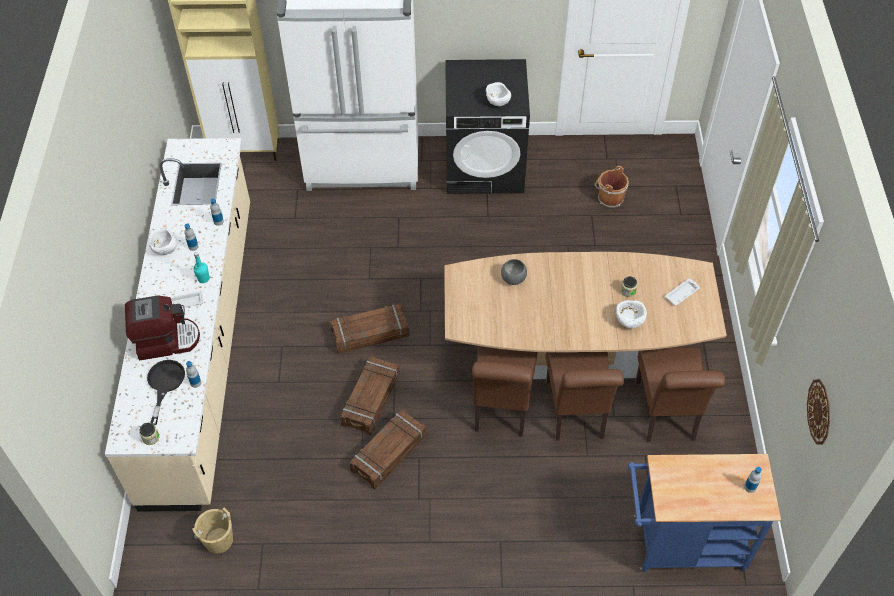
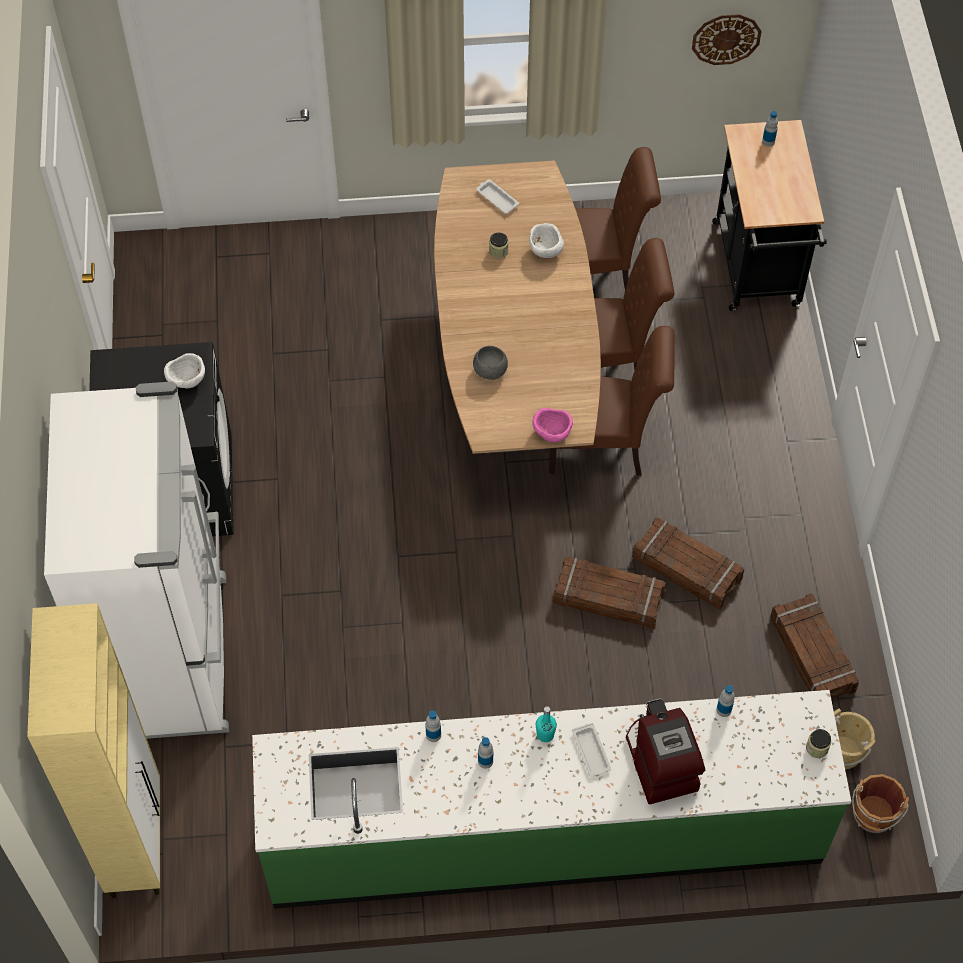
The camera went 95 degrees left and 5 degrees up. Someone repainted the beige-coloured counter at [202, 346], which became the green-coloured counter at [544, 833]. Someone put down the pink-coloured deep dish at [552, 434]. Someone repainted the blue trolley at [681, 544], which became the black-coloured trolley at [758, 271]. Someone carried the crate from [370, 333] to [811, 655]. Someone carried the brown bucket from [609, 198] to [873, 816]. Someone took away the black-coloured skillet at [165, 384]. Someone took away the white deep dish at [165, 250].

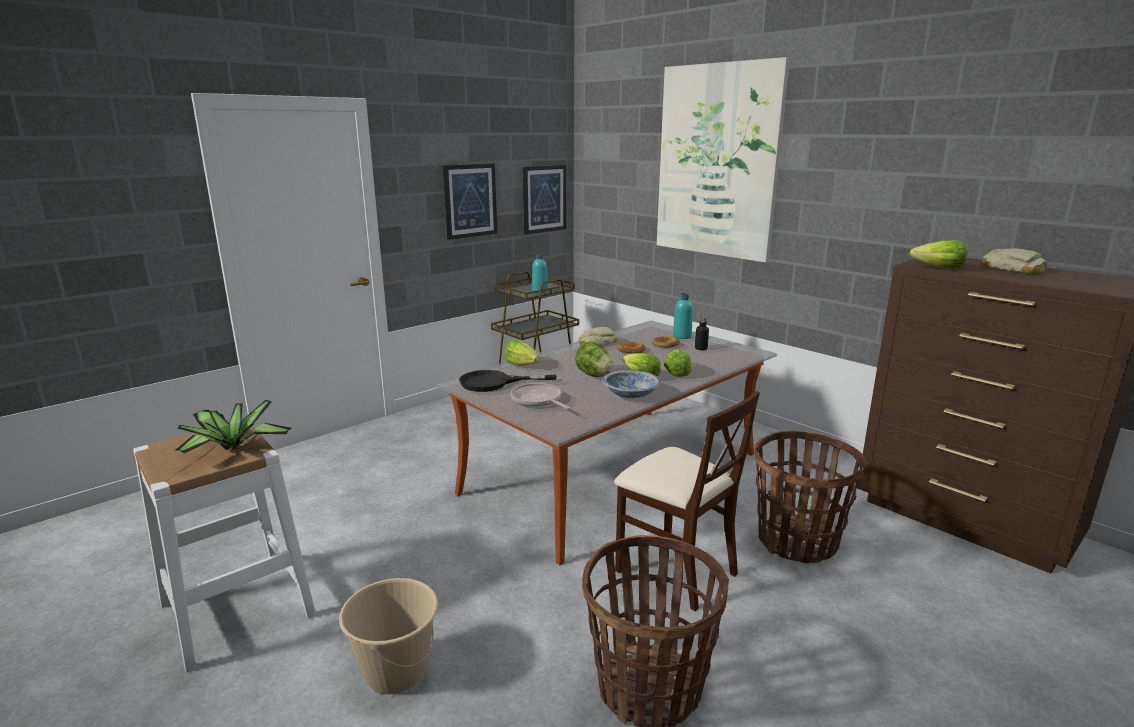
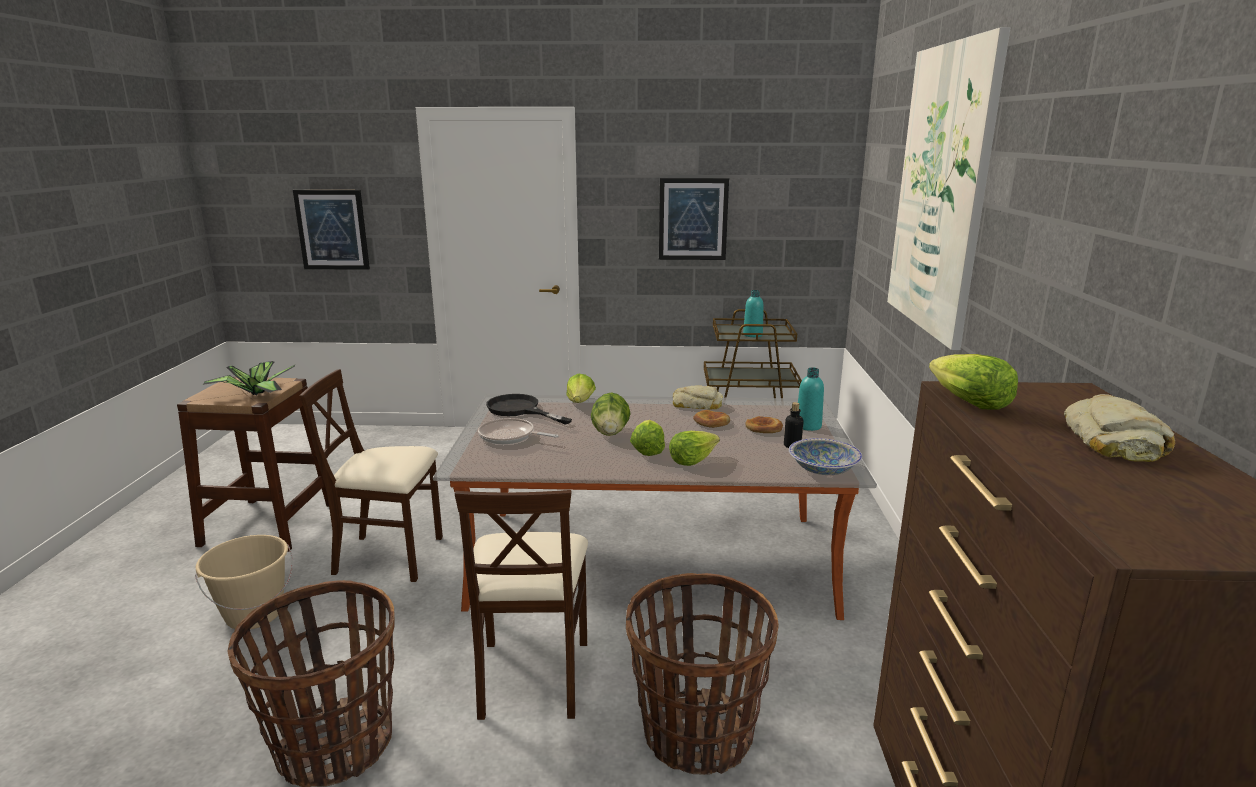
The camera went 45 degrees right and 0 degrees up. Someone repainted the white stool at [237, 609], which became the brown stool at [268, 524]. Someone carried the wall picture from [544, 199] to [332, 229]. Someone put down the beige-coloured plain chair at [390, 556]. Someone rotated the skillet at [538, 400] by 75 degrees counterclockwise. Someone carried the deep dish from [630, 394] to [823, 469].

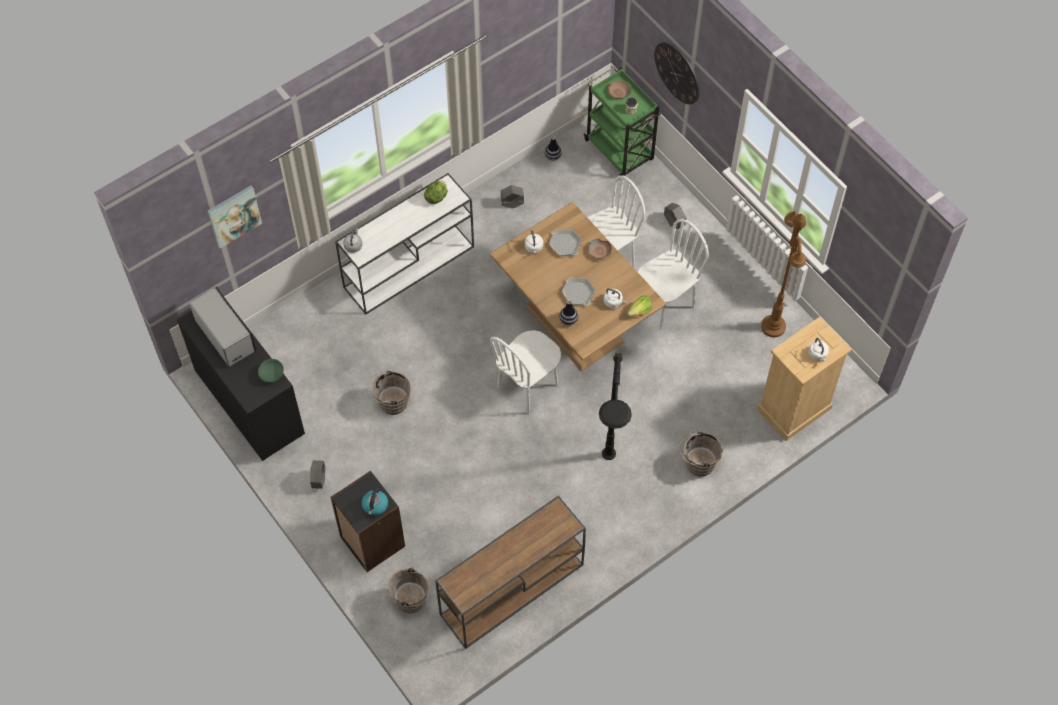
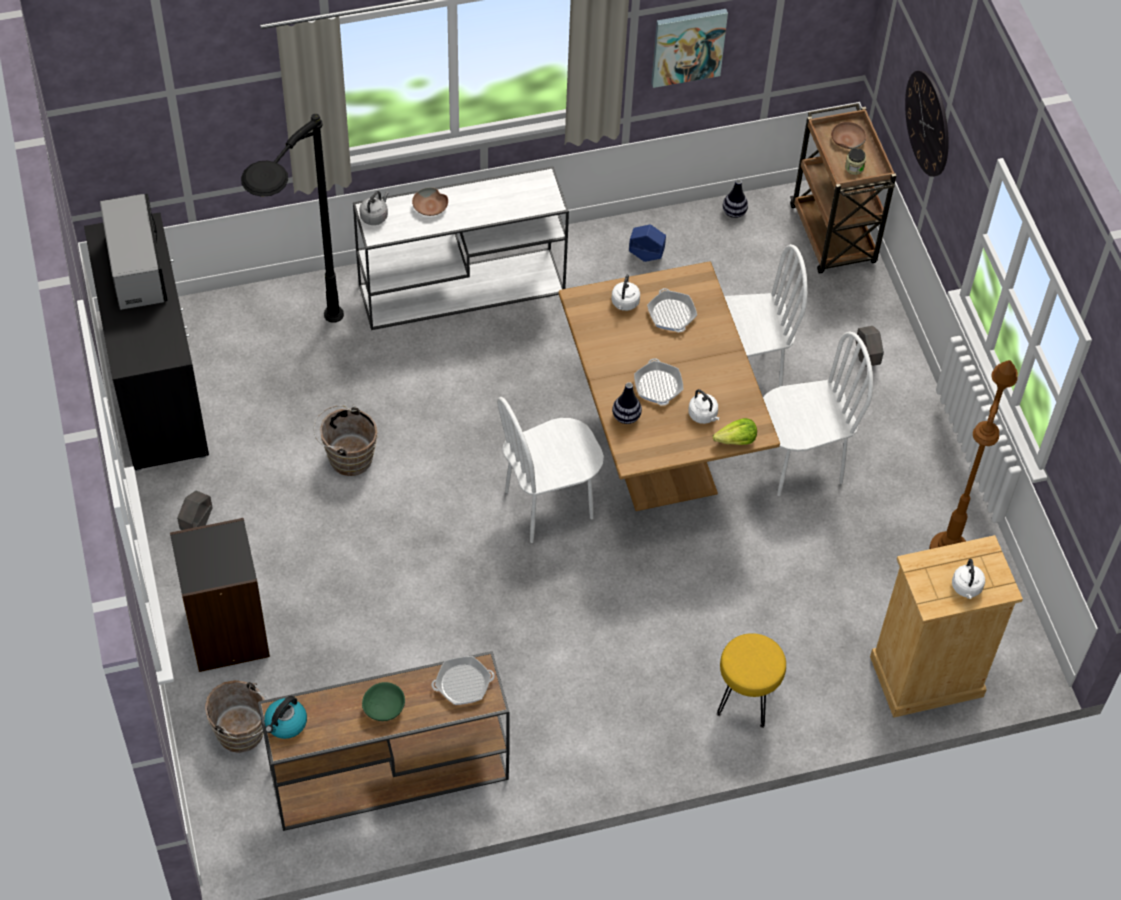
The camera went 20 degrees right and 5 degrees down. Someone carried the black-coloured floor lamp from [606, 494] to [302, 359]. Someone carried the water kettle from [375, 506] to [286, 724]. Someone carried the green-coloured deep dish from [272, 374] to [384, 708]. Someone carried the brown deep dish from [599, 251] to [430, 207]. Someone put down the skillet at [463, 684]. Someone repainted the greyish planter at [512, 204], which became the blue planter at [646, 256]. Someone carried the wall picture from [234, 215] to [688, 46]. Someone swapped the brown bucket at [697, 463] for the yellow stool at [745, 700]. Someone repainted the green-coloured trolley at [620, 151], which became the brown trolley at [833, 237]. Someone took away the lettuce head at [436, 197].

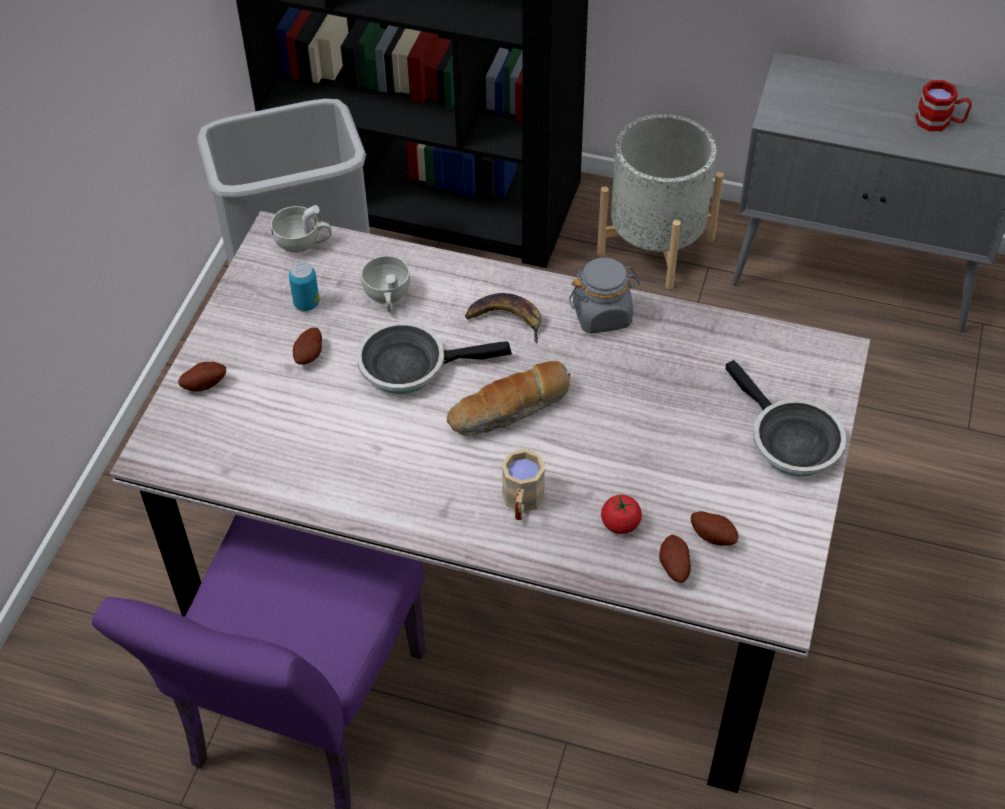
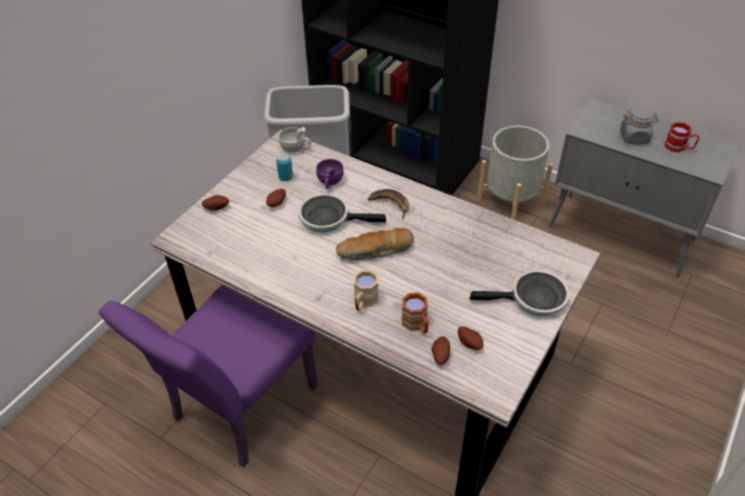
The camera went 15 degrees right and 5 degrees down. Someone repainted the white cup at [387, 298], which became the purple-coloured cup at [329, 182]. Someone swapped the tomato at [620, 523] for the brown coffee mug at [417, 325]. Someone rotated the skillet at [789, 441] by 75 degrees counterclockwise. Someone carried the greyish preserve jar from [602, 315] to [634, 137].

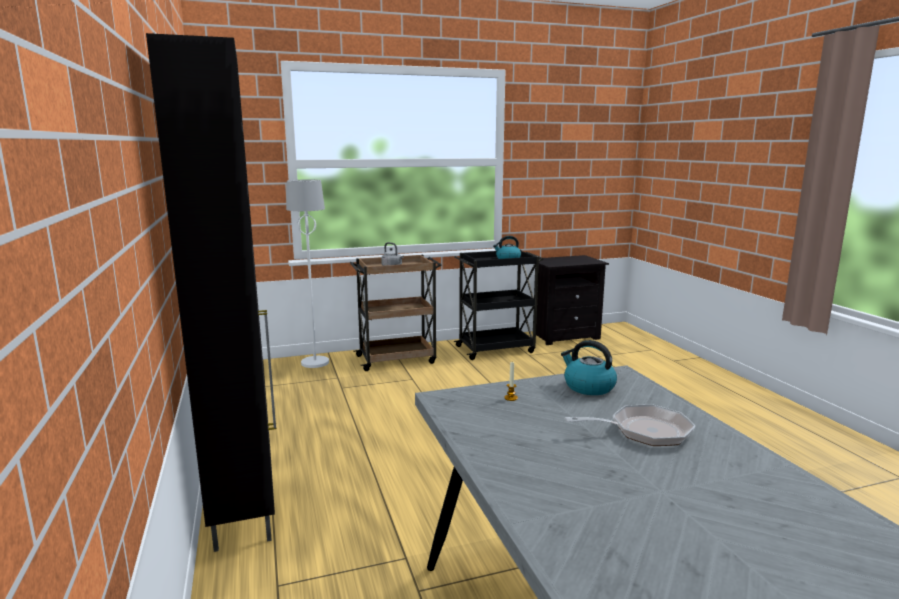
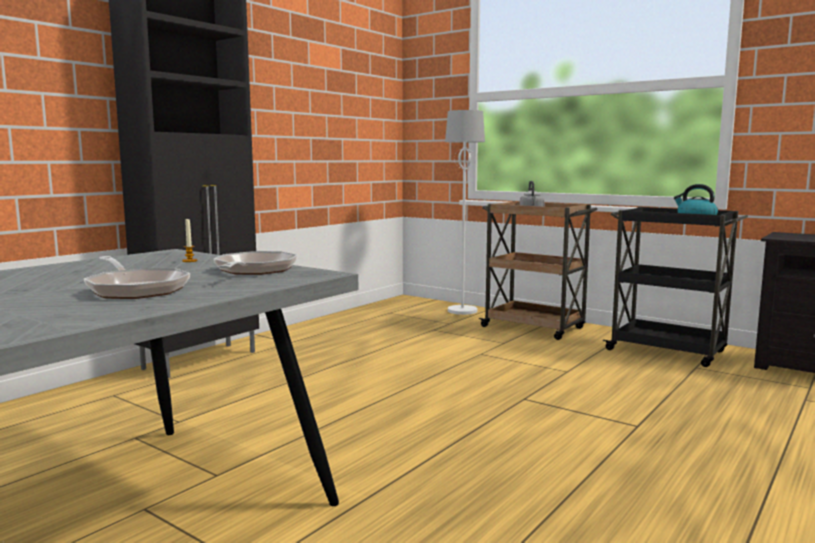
The camera went 55 degrees right and 5 degrees down. Someone swapped the water kettle at [588, 387] for the skillet at [254, 270].

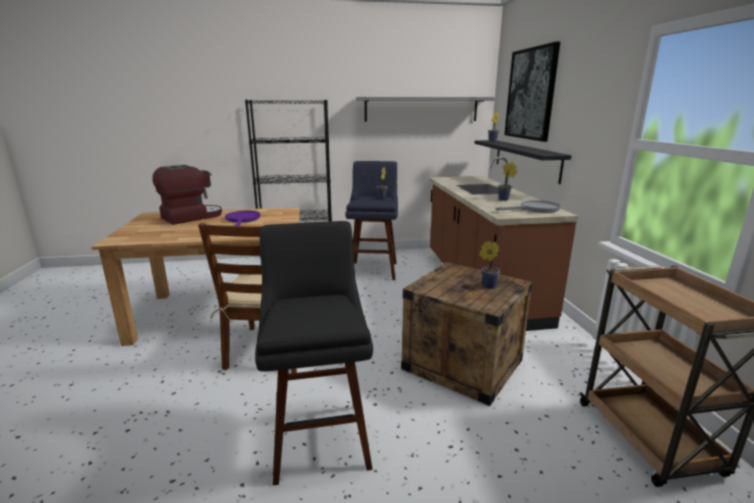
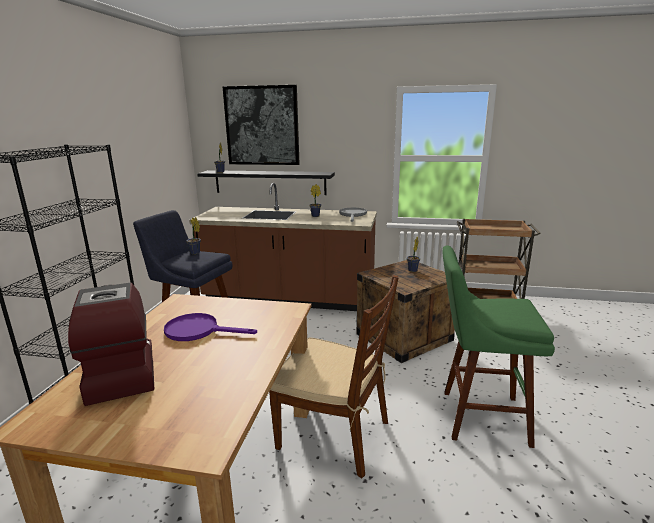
The camera went 70 degrees left and 0 degrees up. Someone repainted the black-coloured stool at [319, 434], which became the green-coloured stool at [478, 417]. Someone took away the greyish bracket shelf at [421, 109].

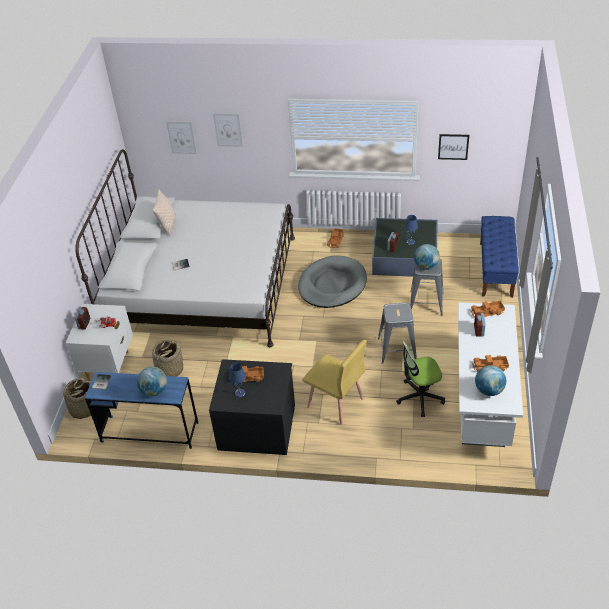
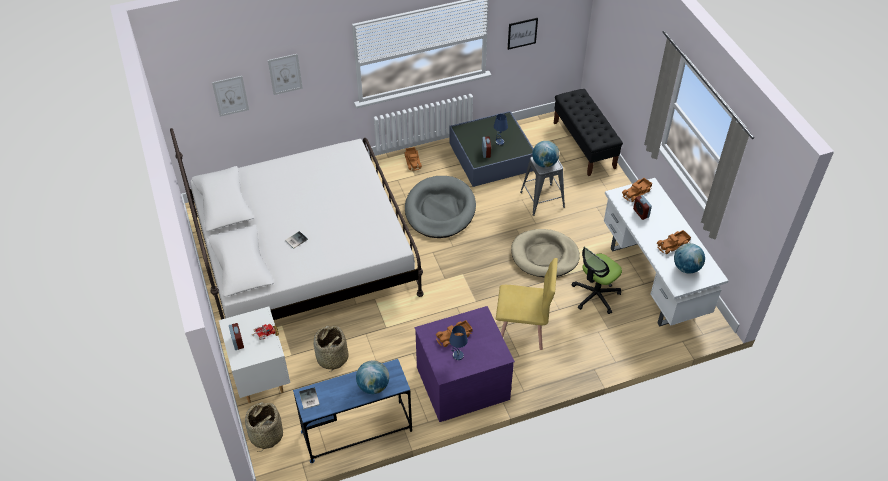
The camera went 30 degrees left and 5 degrees up. Someone repainted the black-coloured dresser at [257, 426], which became the purple-coloured dresser at [462, 382]. Someone swapped the greyish stool at [396, 349] for the beige-coloured dog bed at [544, 255]. Someone repainted the blue indoor bench at [496, 269], which became the black-coloured indoor bench at [584, 145]. Someone took away the beige-coloured pillow at [168, 225].

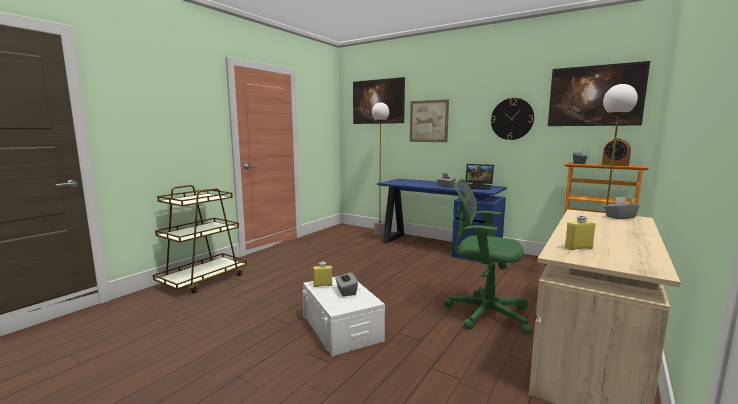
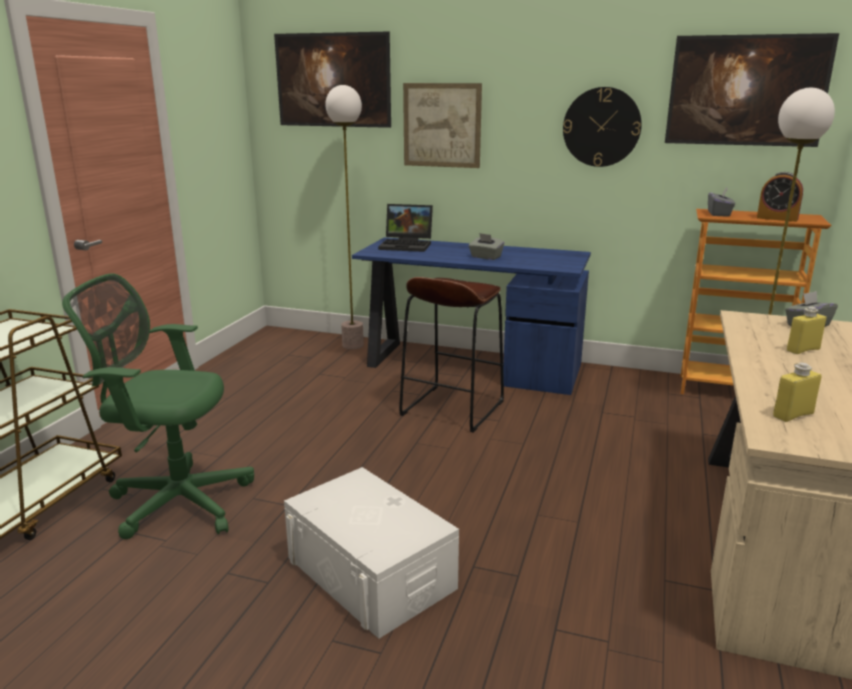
The camera went 15 degrees left and 10 degrees up. Someone carried the green-coloured office chair from [484, 313] to [176, 501]. Someone carried the laptop from [478, 187] to [407, 245]. Someone put down the brown stool at [452, 408]. Someone carried the yellow bottle from [323, 285] to [803, 350]. Someone took away the greyish tissue holder at [346, 291].

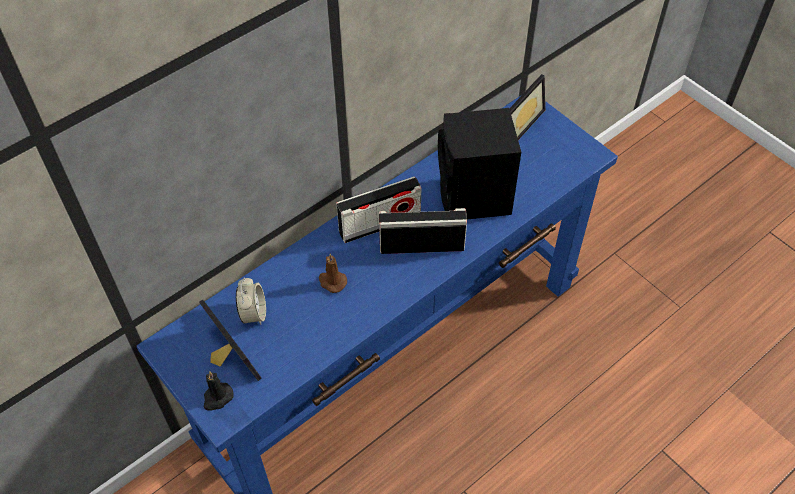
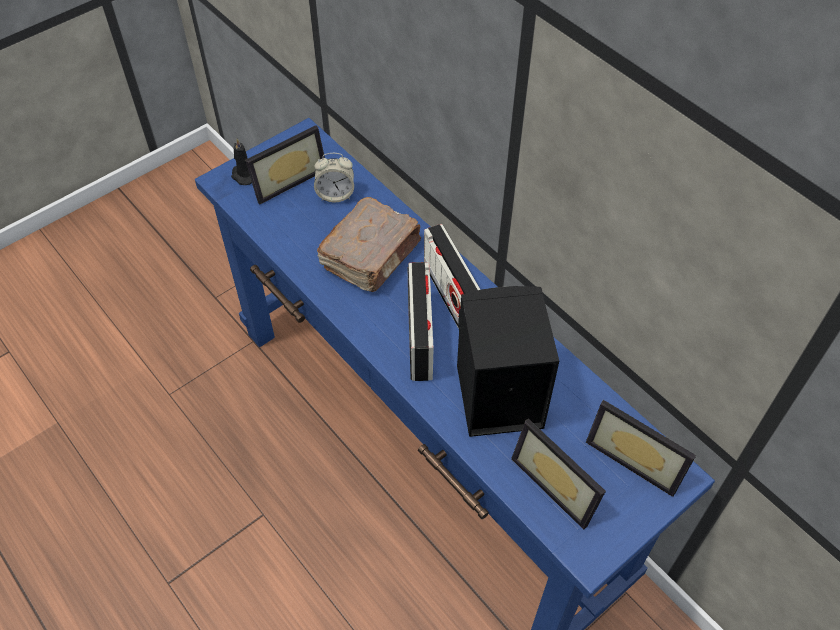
The camera went 90 degrees right and 0 degrees up. Someone swapped the brown candle at [332, 281] for the brown book at [372, 255]. Someone put down the standing frame at [559, 482].

